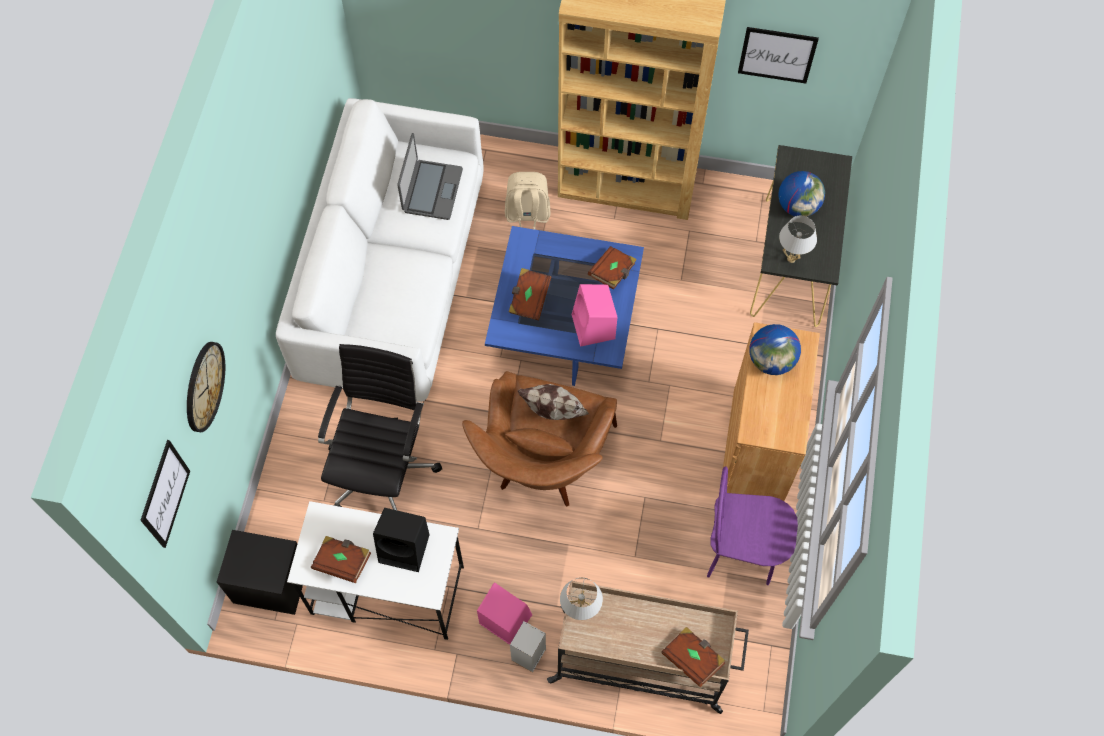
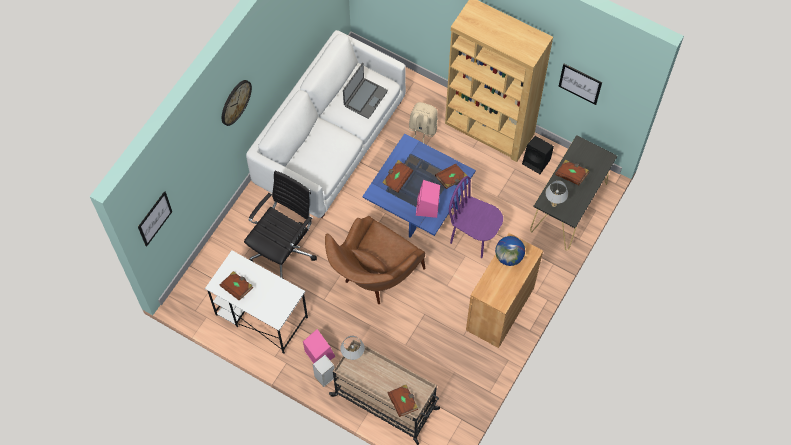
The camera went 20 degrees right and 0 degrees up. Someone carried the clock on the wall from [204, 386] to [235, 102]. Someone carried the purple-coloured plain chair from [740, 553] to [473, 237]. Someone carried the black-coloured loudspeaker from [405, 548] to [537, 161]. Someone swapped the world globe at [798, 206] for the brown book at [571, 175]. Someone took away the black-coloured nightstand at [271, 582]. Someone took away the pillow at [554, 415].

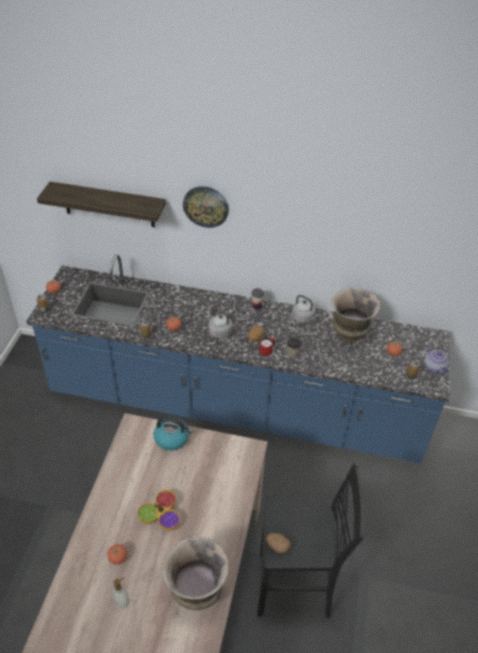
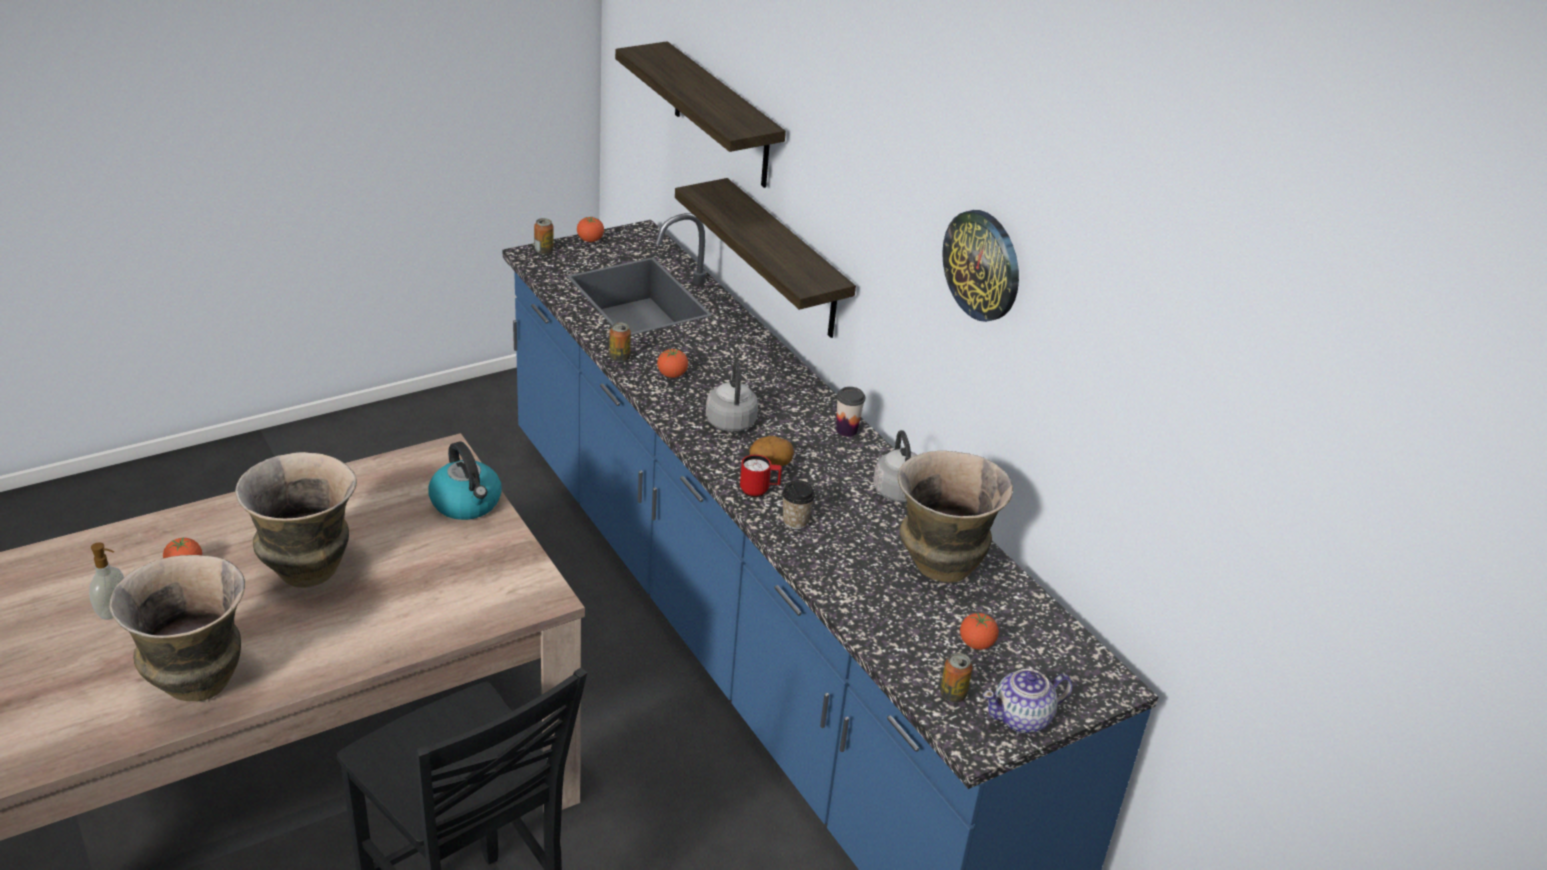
The camera went 45 degrees right and 10 degrees down. Someone swapped the deep dish at [161, 515] for the flower vase at [306, 569]. Someone put up the bracket shelf at [785, 260]. Someone carried the clock on the wall from [206, 206] to [983, 265]. Someone rotated the tea pot at [434, 367] by 45 degrees clockwise. Someone took away the whole potato at [277, 546].

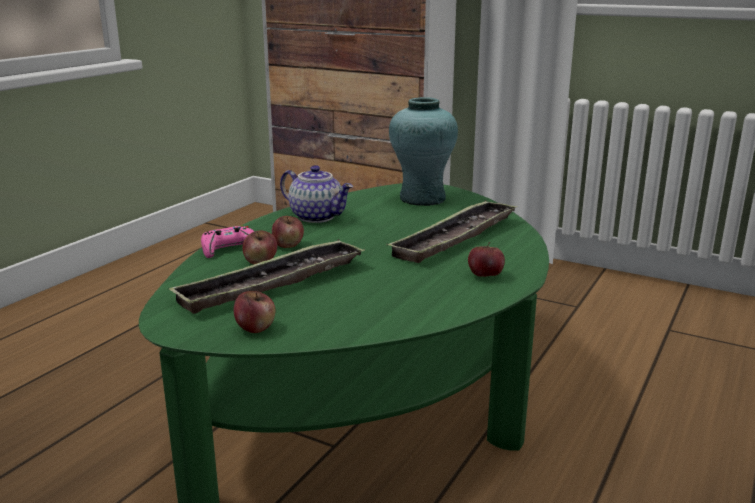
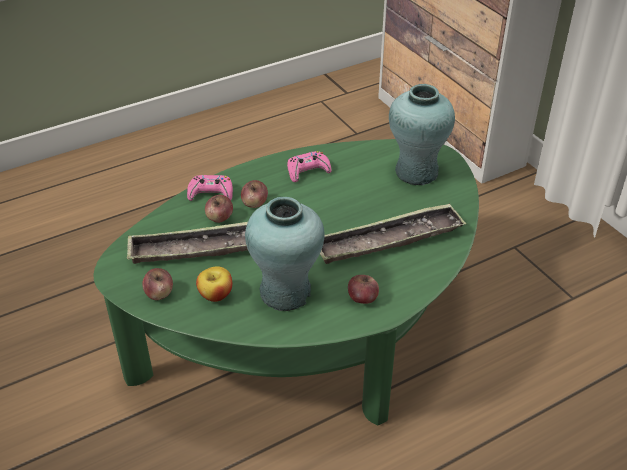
The camera went 30 degrees right and 20 degrees up. Someone put down the apple fruit at [216, 295]. Someone put down the turquoise-coloured flower vase at [285, 291]. Someone swapped the tea pot at [318, 217] for the pink-coloured gamepad at [308, 171].

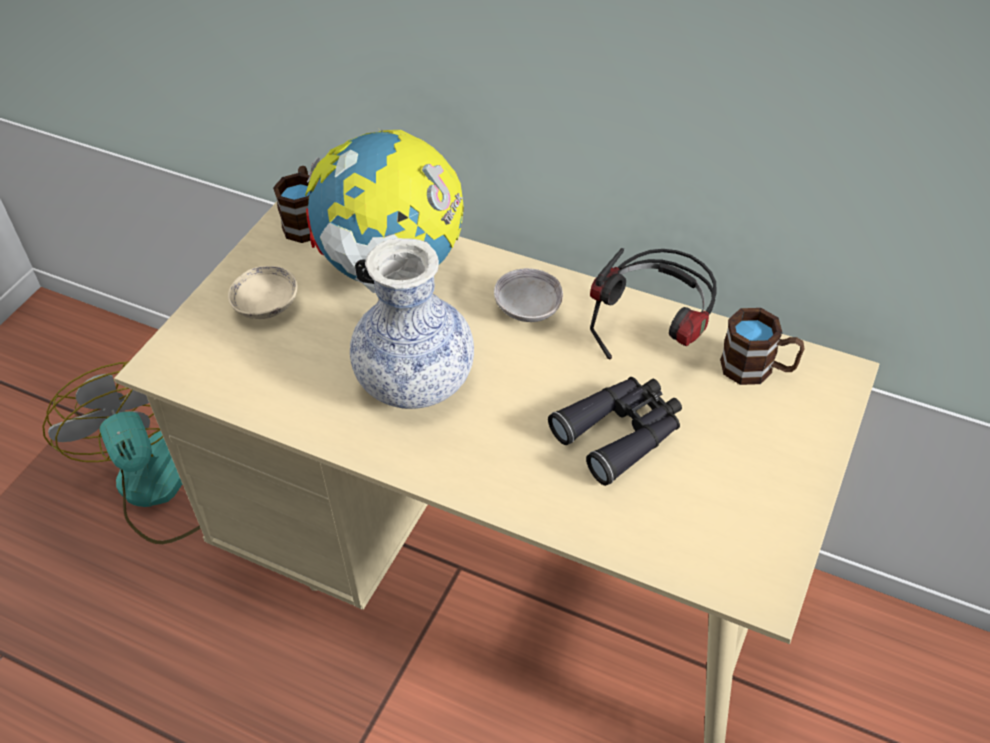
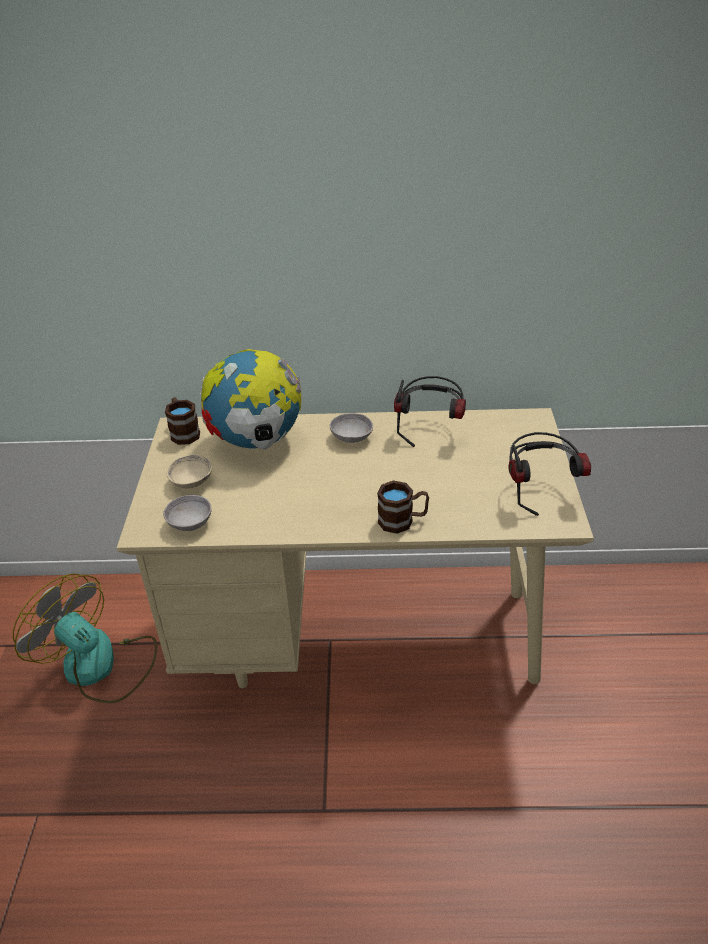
The camera went 25 degrees left and 10 degrees down. Someone put down the greyish deep dish at [190, 523]. Someone carried the brown coffee mug from [757, 369] to [403, 521]. Someone put down the headset at [540, 492]. Someone took away the flower vase at [415, 381]. Someone took away the black-coloured pair of binoculars at [621, 433].

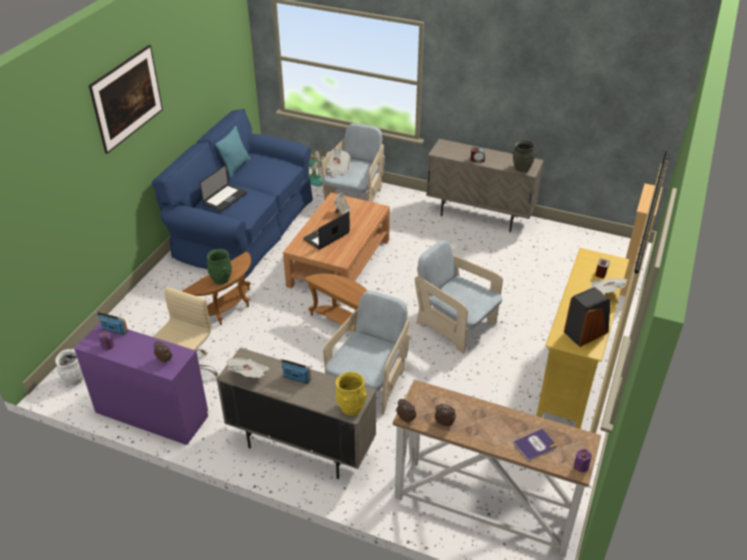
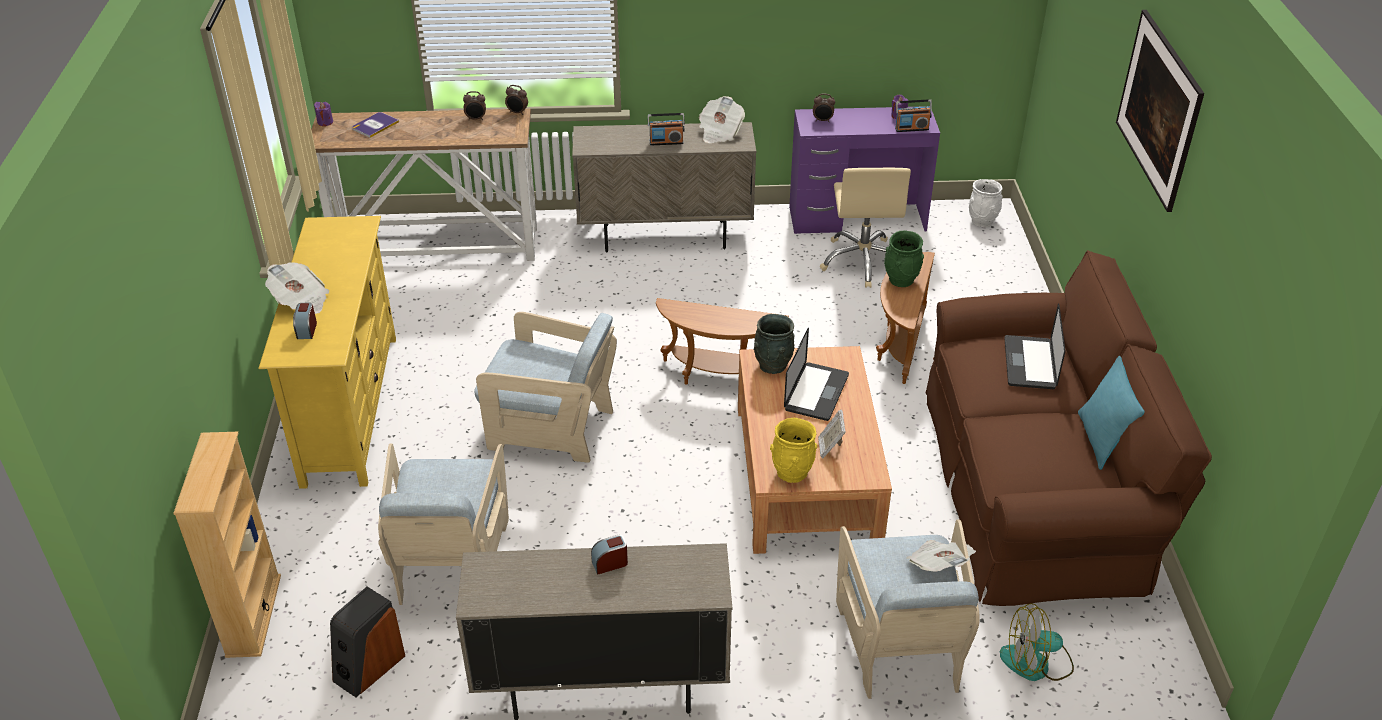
The camera went 155 degrees right and 0 degrees up. Someone carried the loudspeaker from [586, 332] to [368, 667]. Someone carried the beige-coloured armchair from [369, 383] to [450, 559]. Someone carried the greyish flower vase from [522, 168] to [772, 365]. Someone carried the yellow flower vase from [351, 407] to [791, 473]. Someone repainted the blue couch at [243, 227], which became the brown couch at [1035, 488].

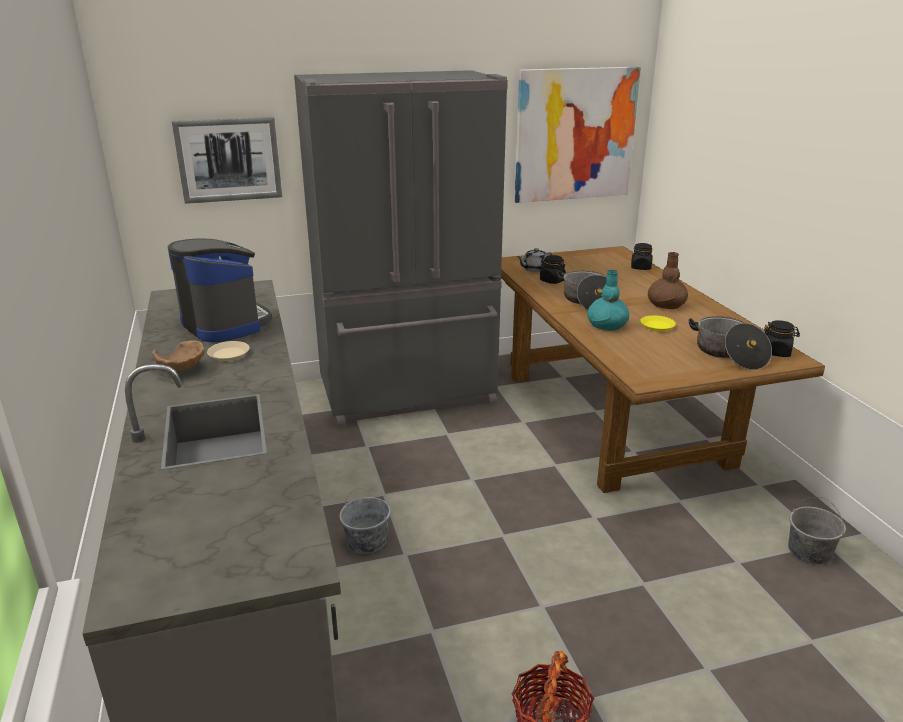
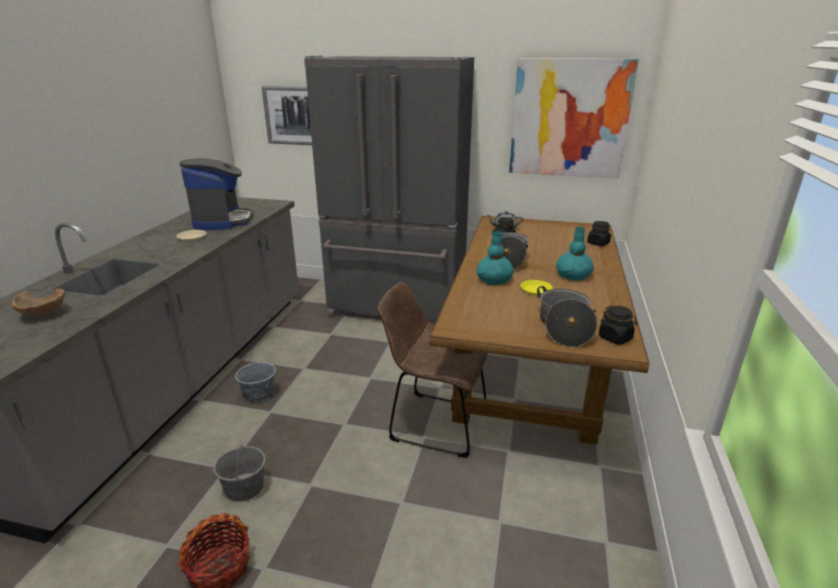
The camera went 30 degrees right and 0 degrees up. Someone carried the brown deep dish from [182, 370] to [43, 315]. Someone carried the greyish bucket from [809, 551] to [244, 487]. Someone put down the brown plain chair at [433, 422]. Someone repainted the brown flower vase at [666, 304], which became the turquoise-coloured flower vase at [573, 275].

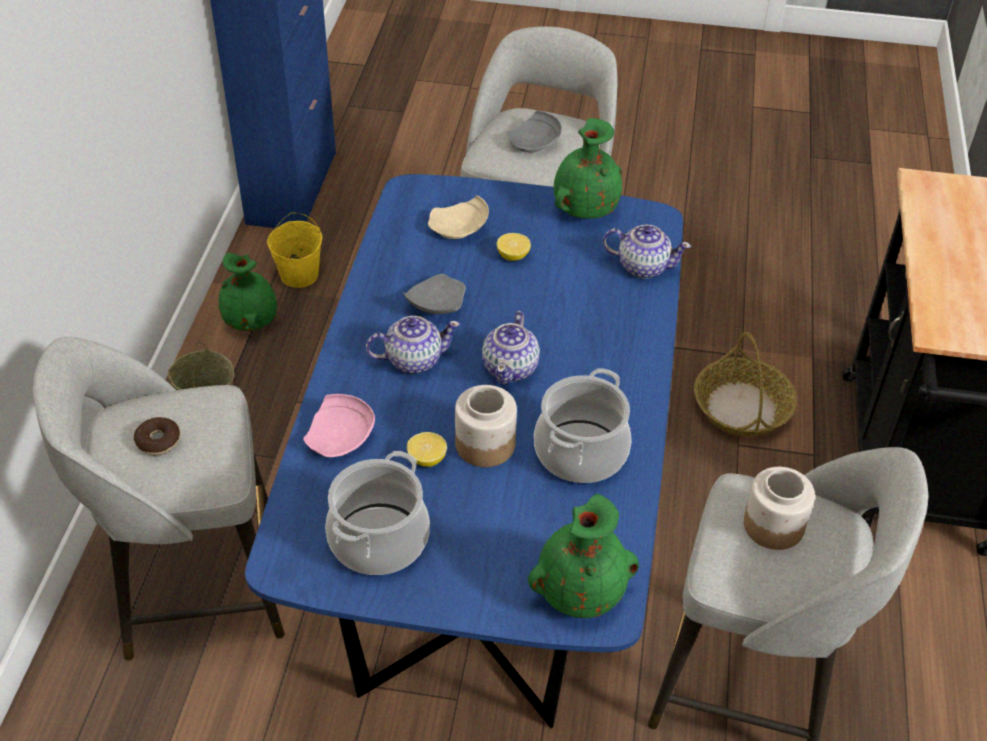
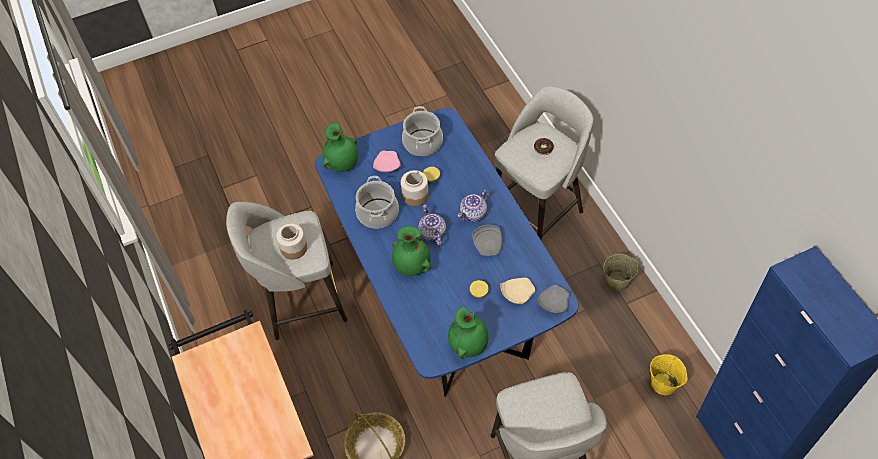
The camera went 150 degrees right and 10 degrees up. Someone carried the pink-coloured dinner plate from [340, 438] to [386, 166]. Someone carried the green-coloured flower vase from [252, 321] to [411, 266]. Someone carried the greyish dinner plate from [534, 143] to [553, 303]. Someone took away the tea pot at [642, 266].

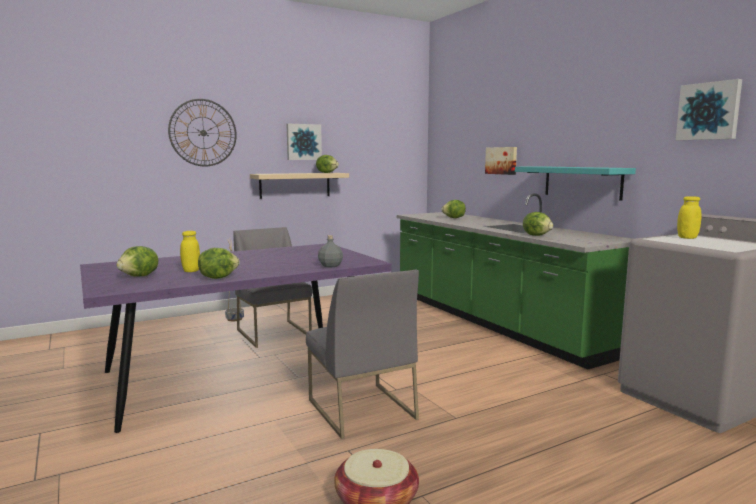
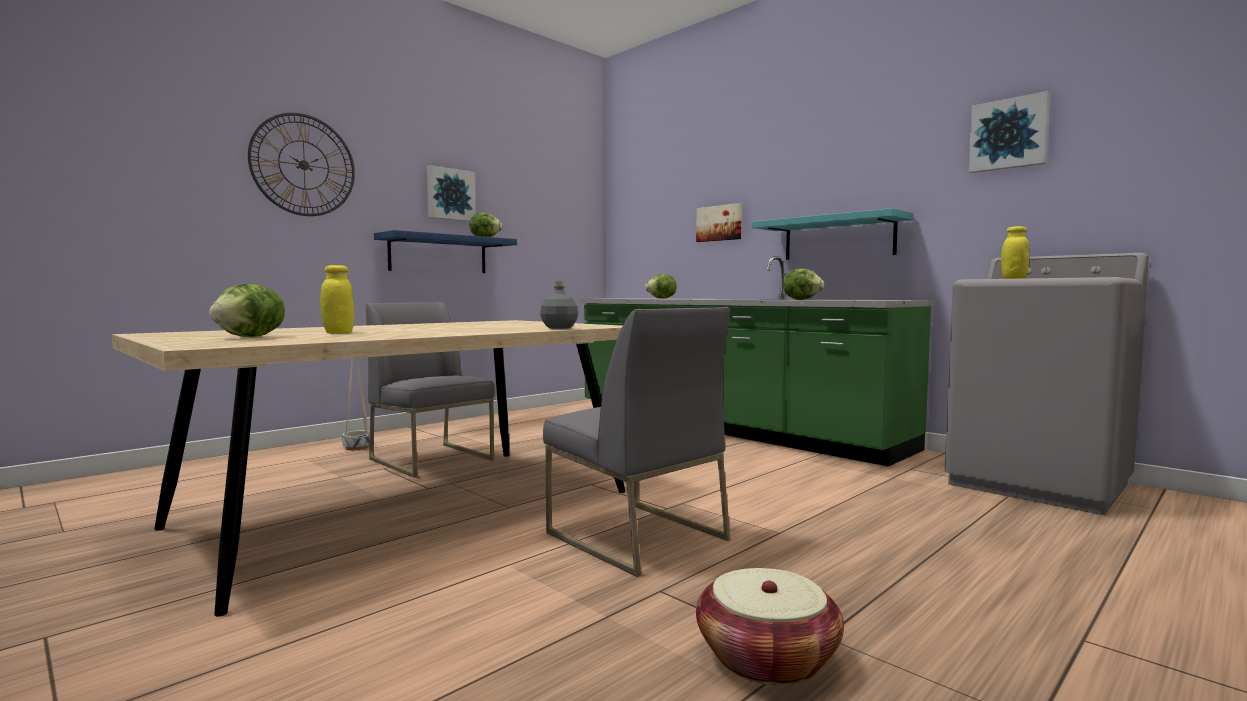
The camera went 15 degrees left and 5 degrees down. Someone repainted the purple-coloured kitchen table at [240, 373], which became the beige-coloured kitchen table at [409, 509]. Someone repainted the beige-coloured bracket shelf at [295, 185], which became the blue bracket shelf at [438, 254]. Someone took away the lettuce head at [218, 277].

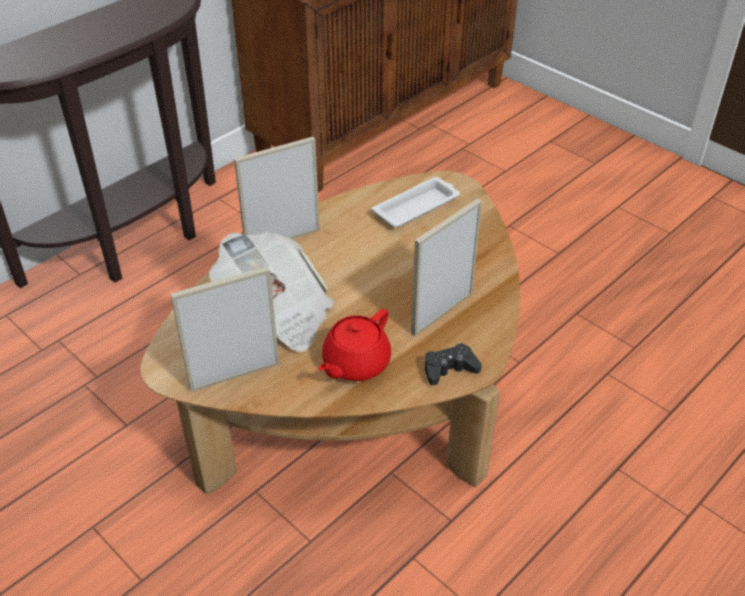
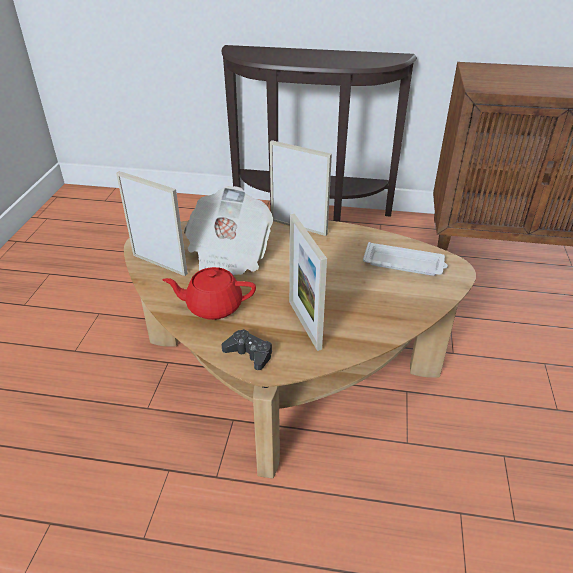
The camera went 55 degrees right and 5 degrees down. Someone rotated the standing frame at [442, 313] by 120 degrees counterclockwise.

